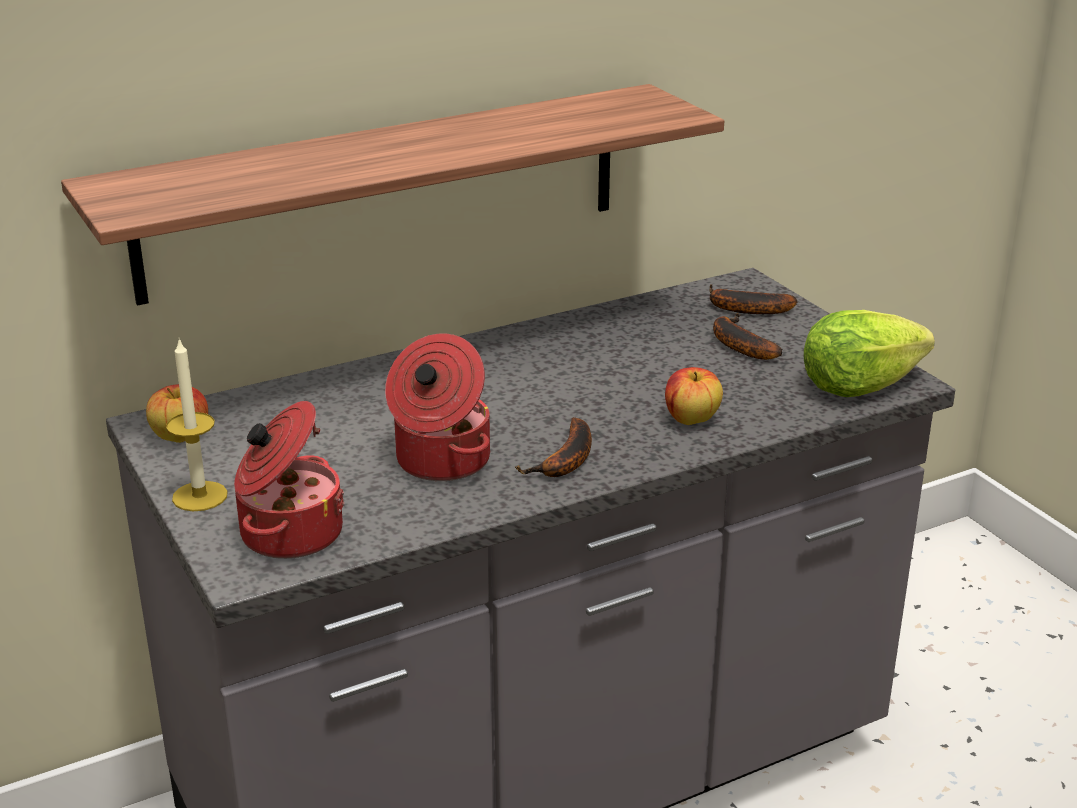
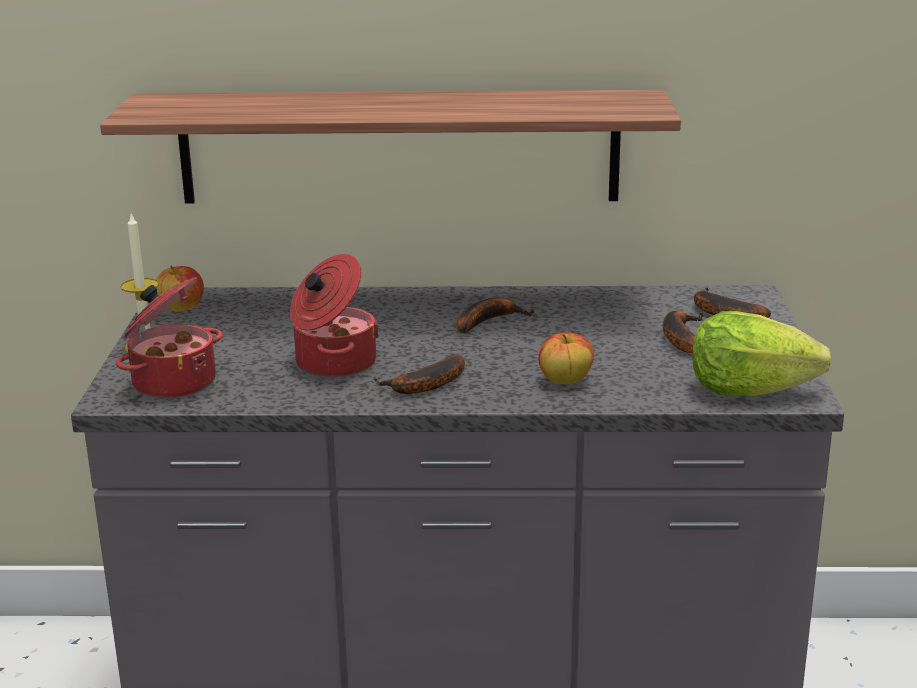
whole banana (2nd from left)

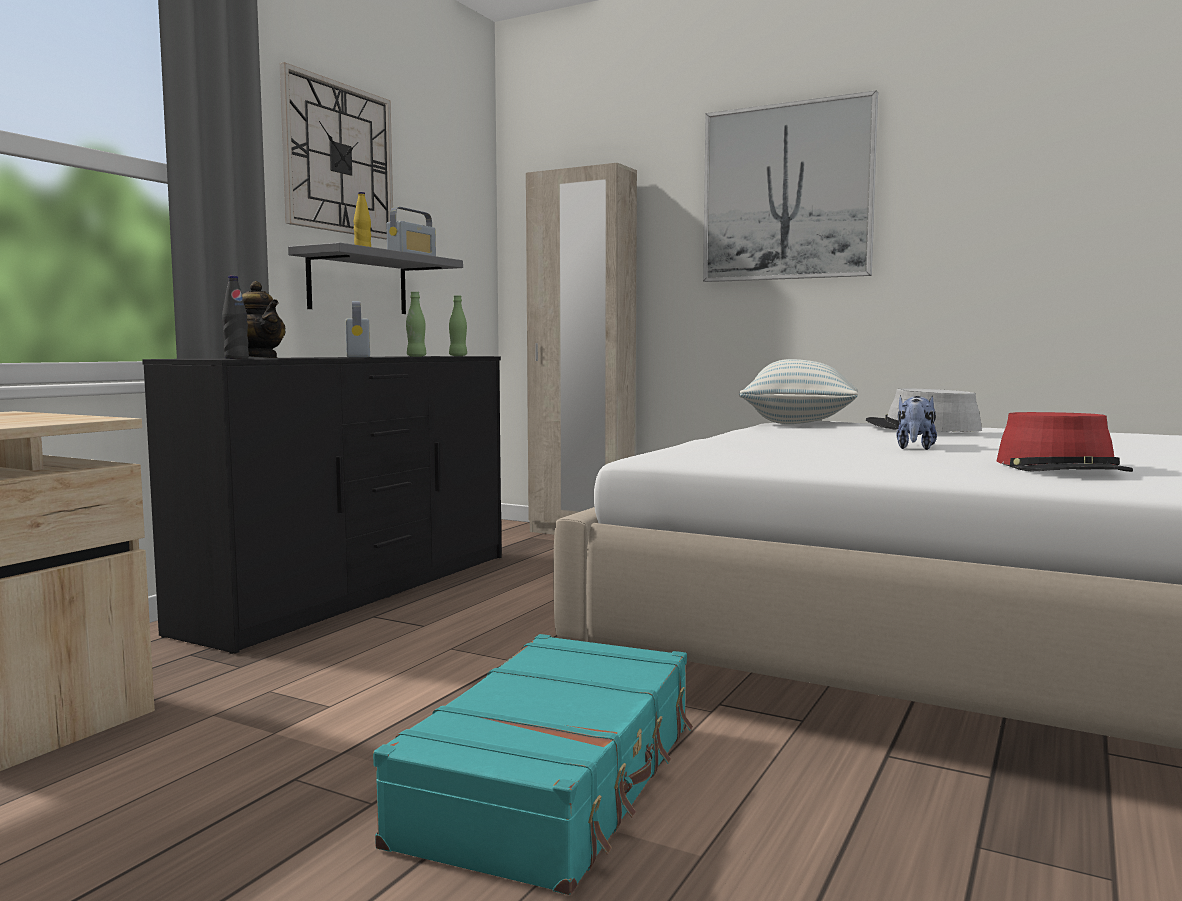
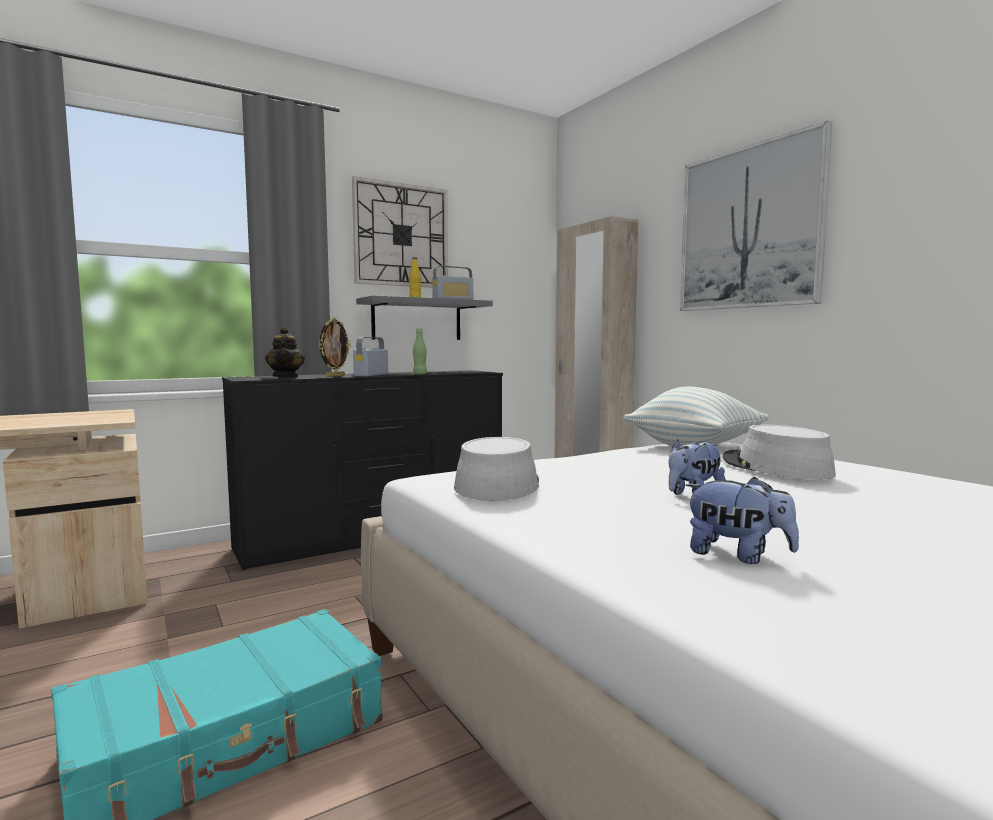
standing frame
gray hat (1st from left)
cuddly toy (2nd from left)
black drink bottle
green drink bottle (2nd from left in the first image)

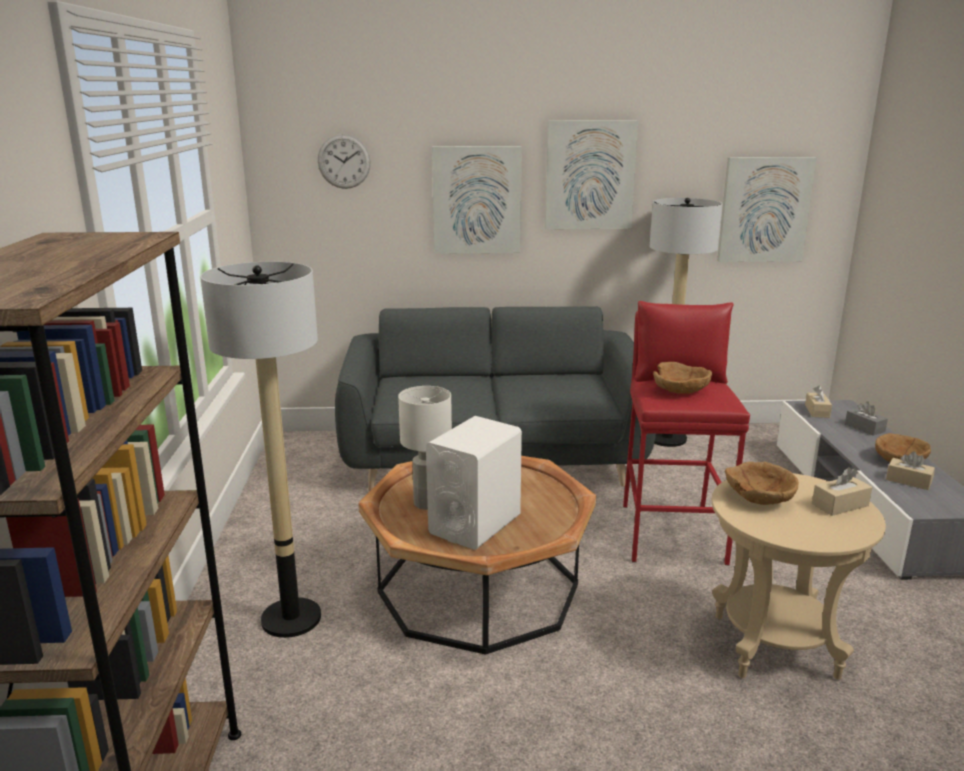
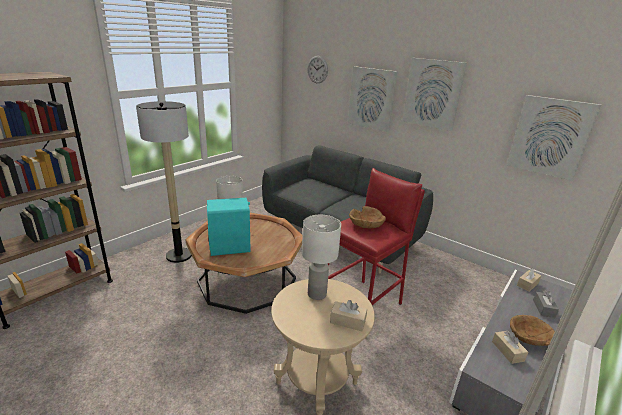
blue-green loudspeaker
whitish tabletop lamp (2nd from left)
standing lamp (2nd from left in the first image)

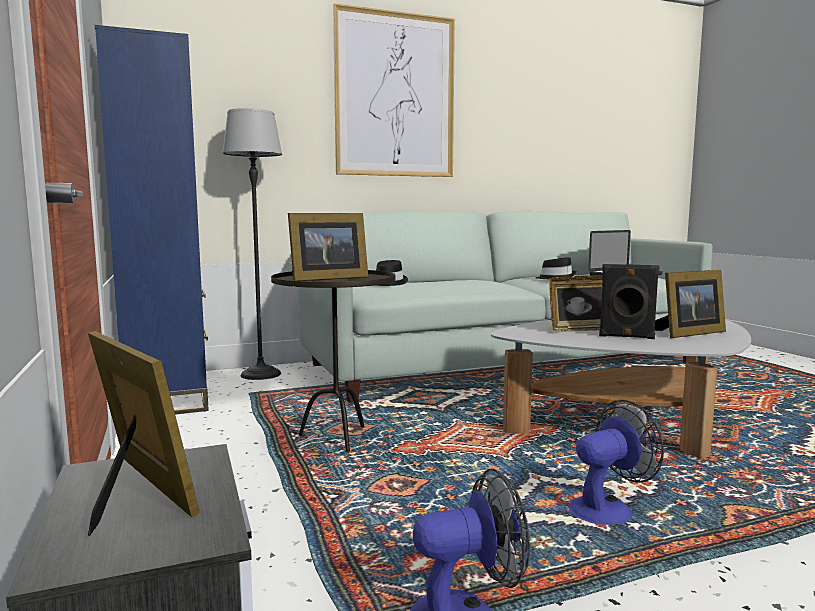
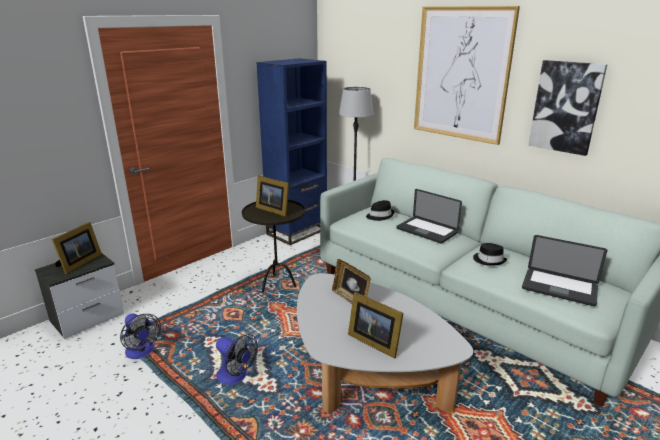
notebook computer (1st from left)
wall art (2nd from left)
black loudspeaker

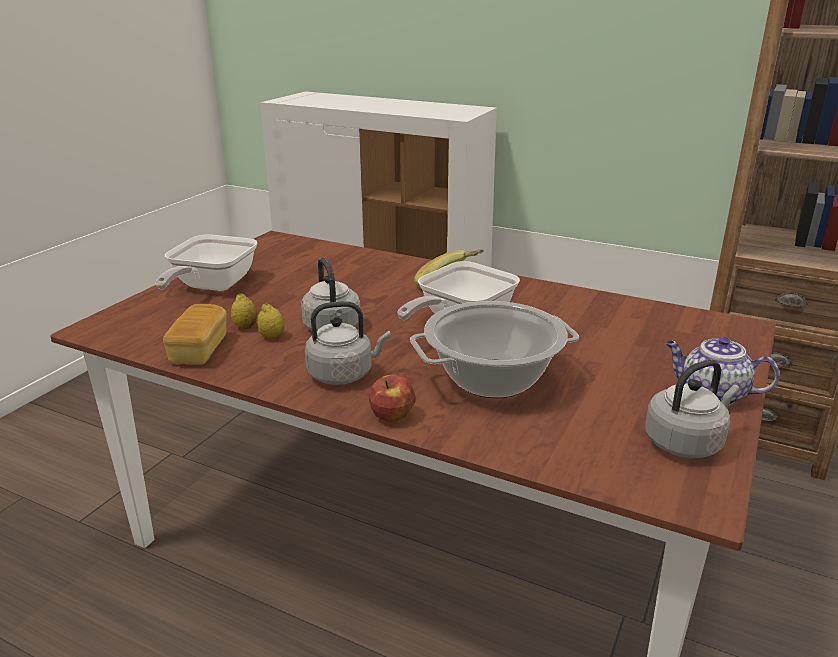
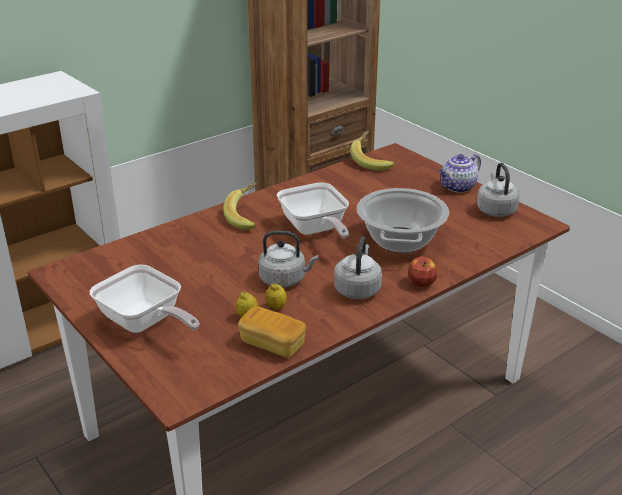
whole banana (2nd from left)

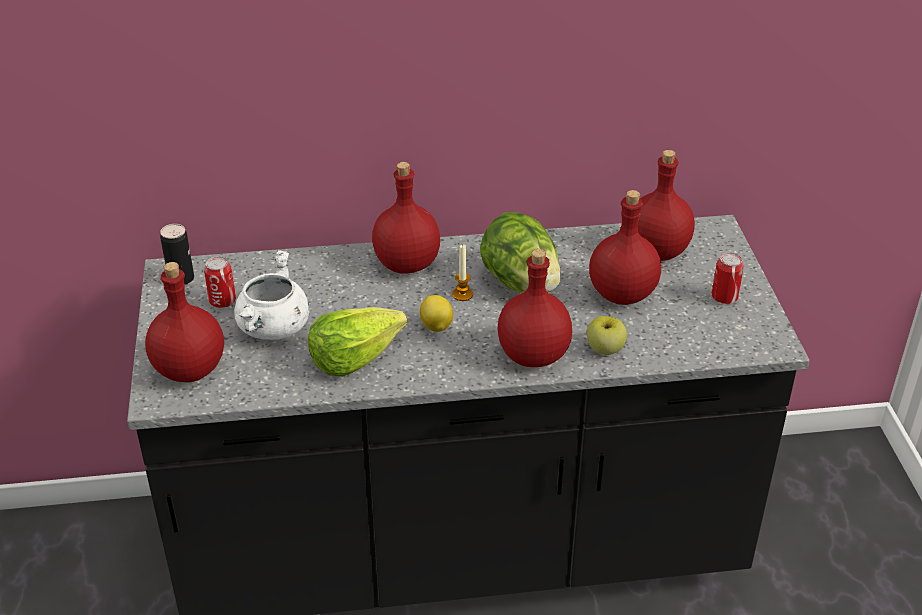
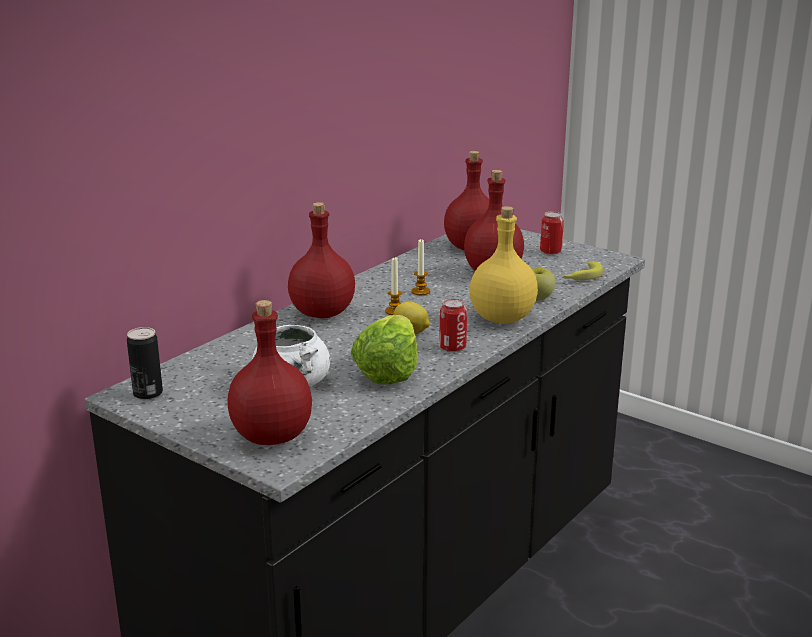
candle (2nd from left)
metal can (2nd from left)
yellow drink bottle
whole banana

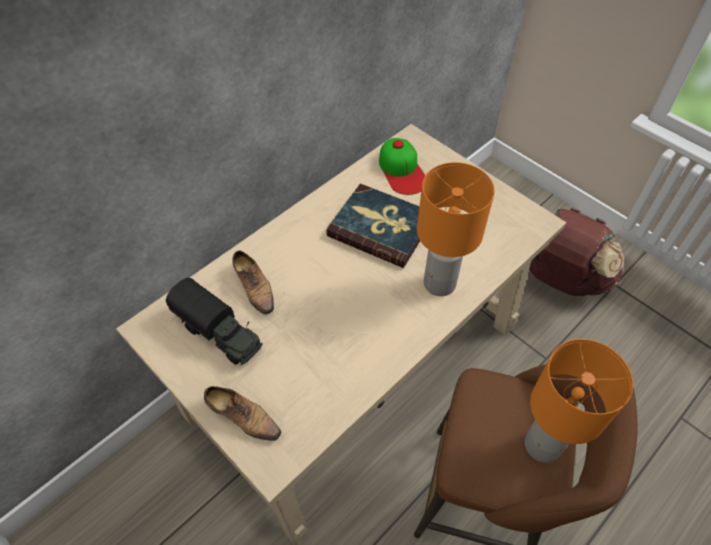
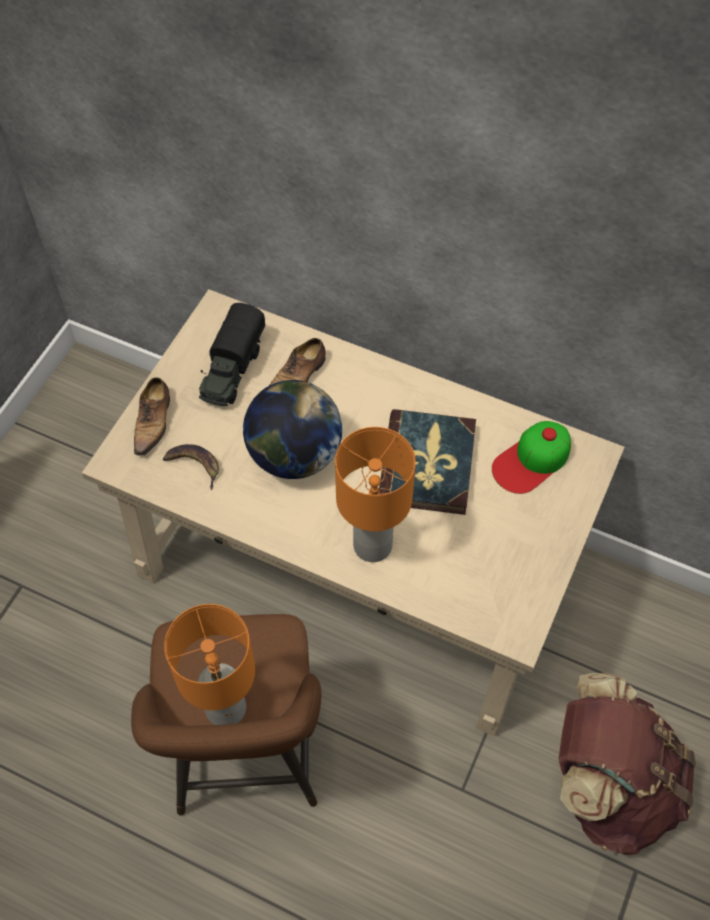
whole banana
world globe

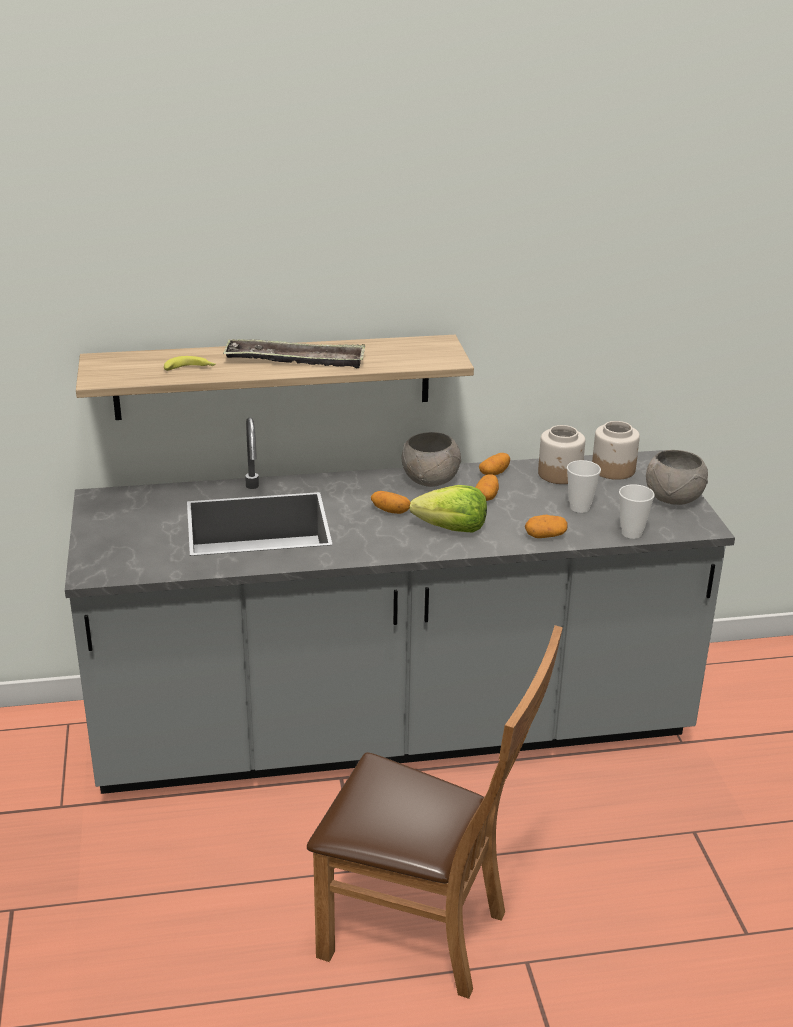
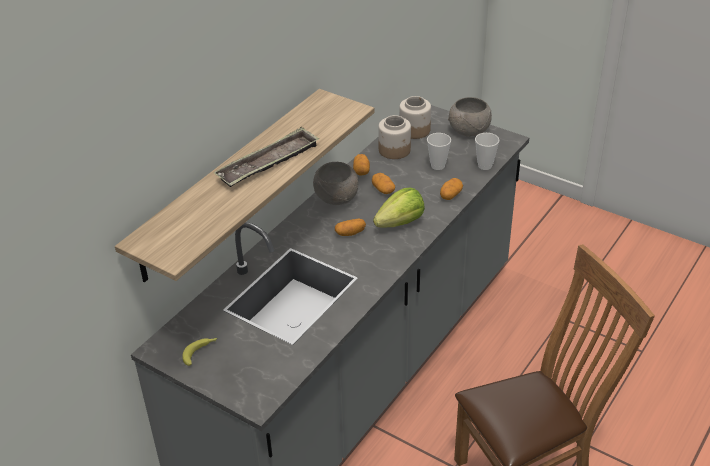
whole banana

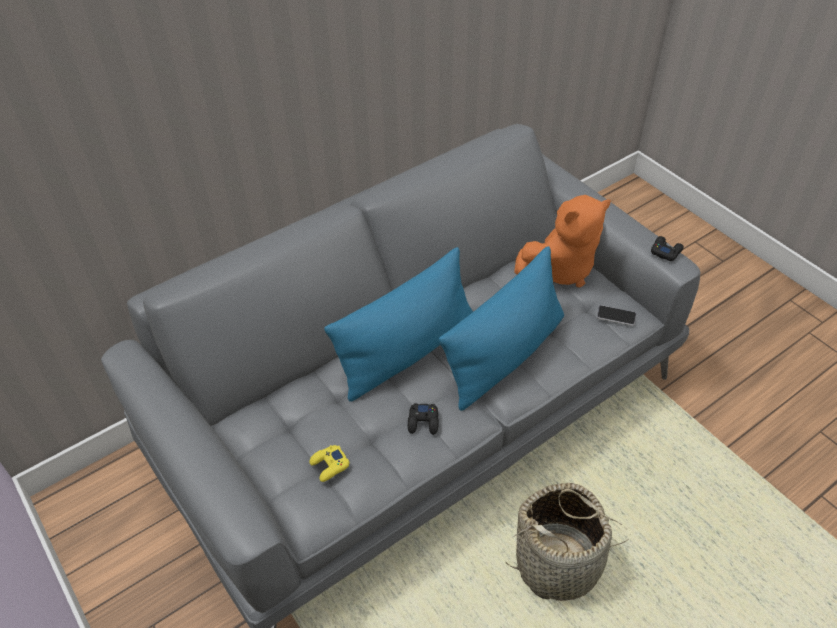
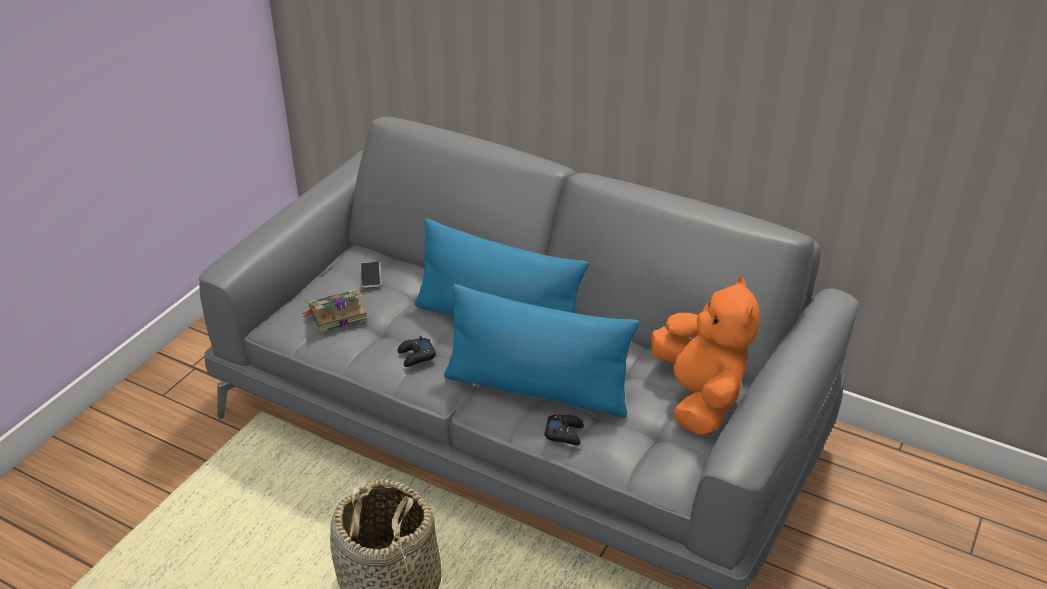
volume
handset
black joypad (2nd from left)
orange-coloured cuddly toy

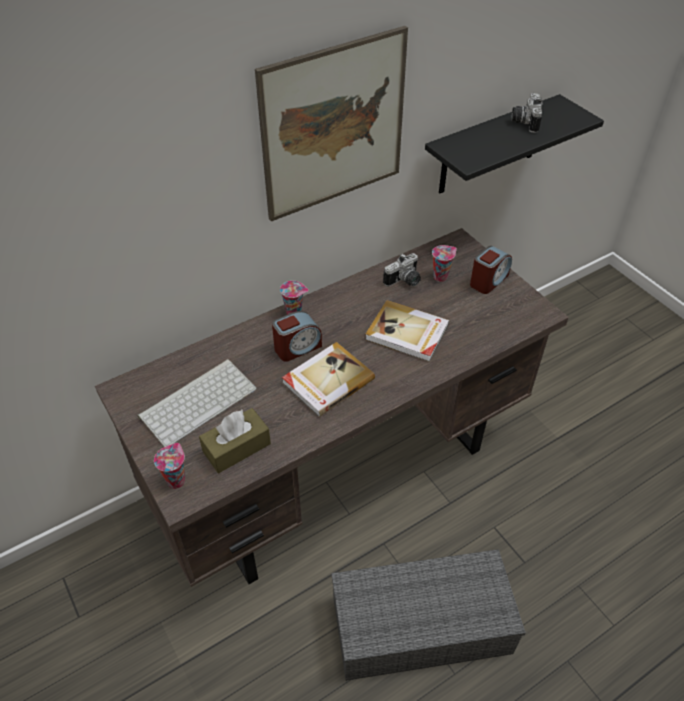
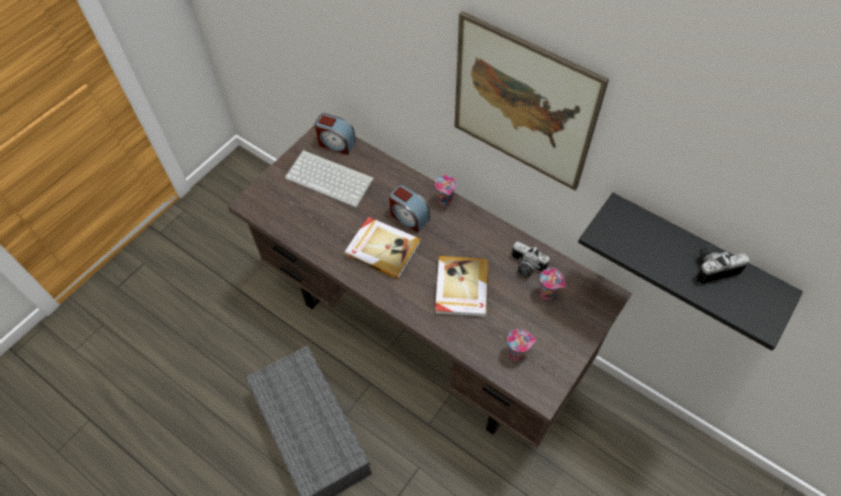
table clock (1st from left)
cup (2nd from left)
brown-coloured box of tissues

